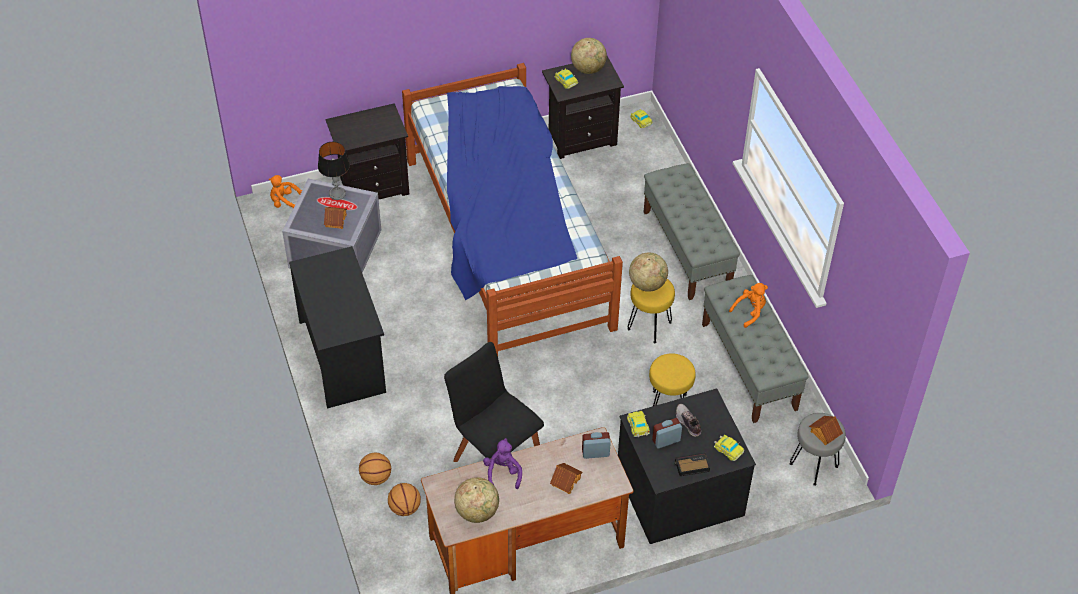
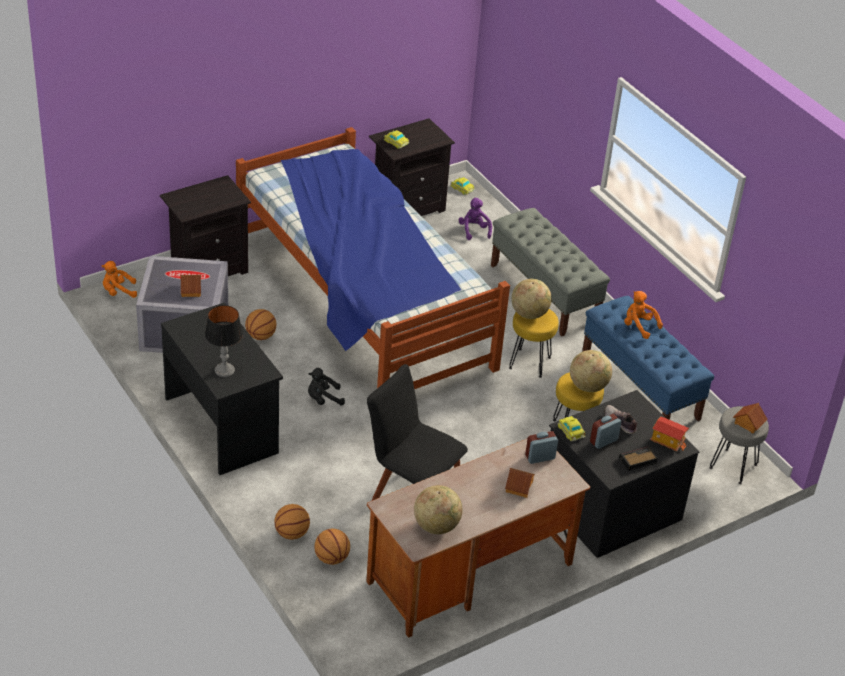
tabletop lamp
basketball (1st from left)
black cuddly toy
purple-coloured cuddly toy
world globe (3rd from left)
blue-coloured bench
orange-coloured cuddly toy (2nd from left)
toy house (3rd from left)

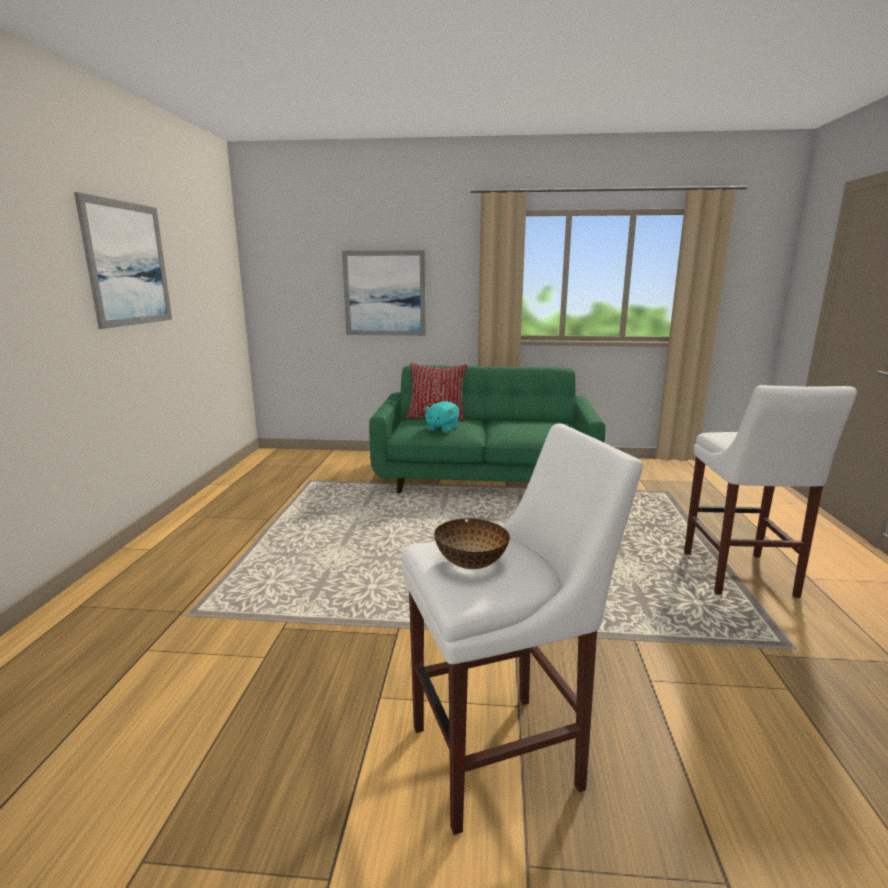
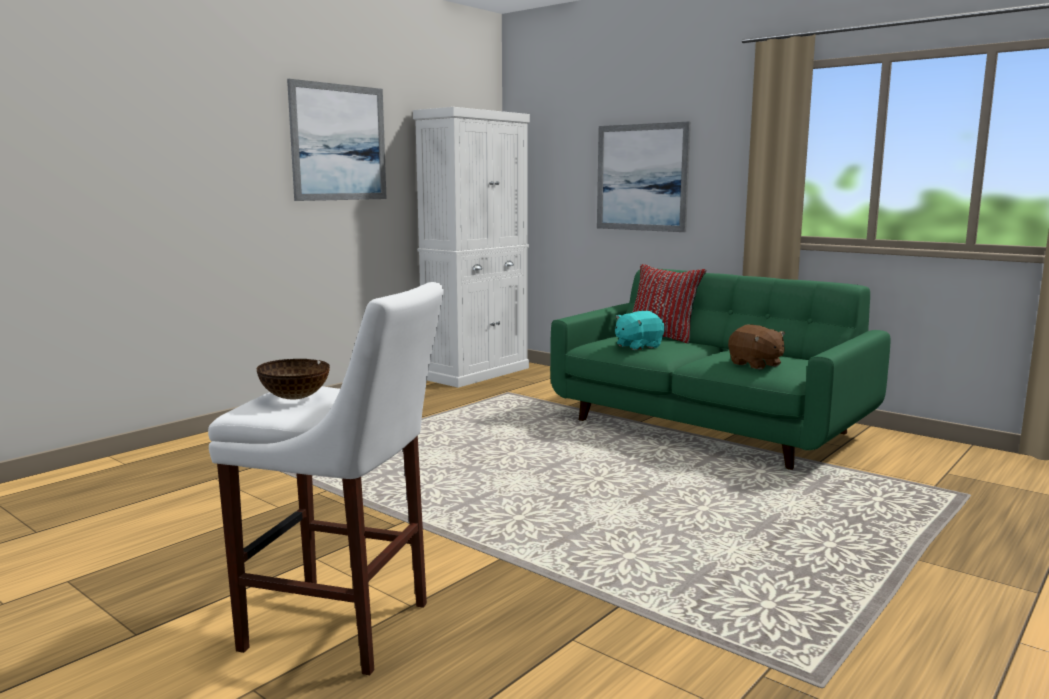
whitish storage cabinet
brown-coloured cuddly toy
whitish stool (2nd from left in the first image)

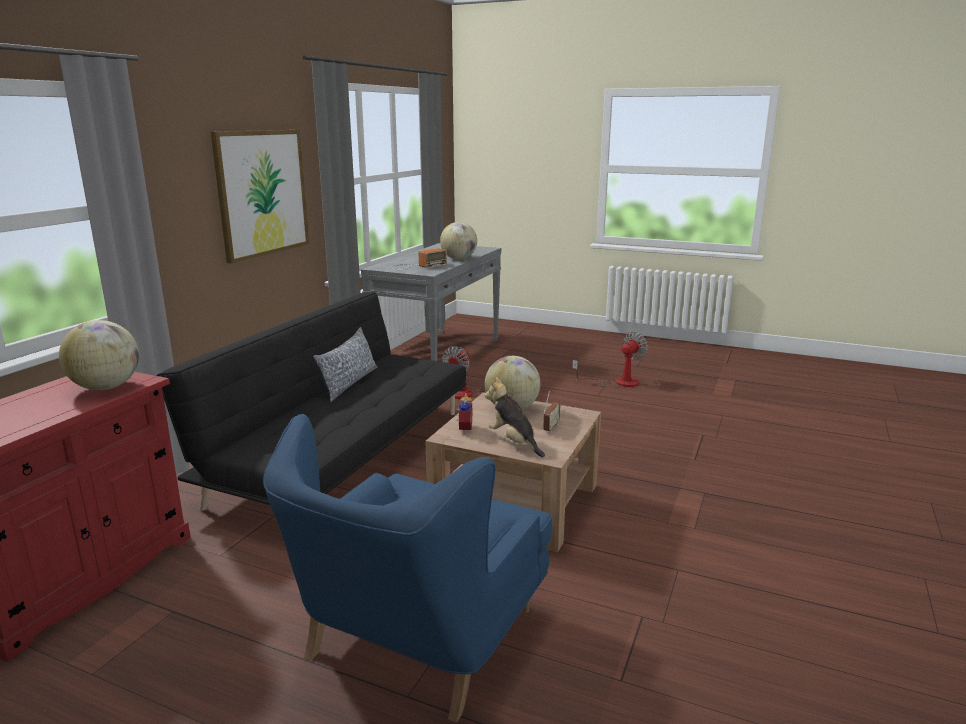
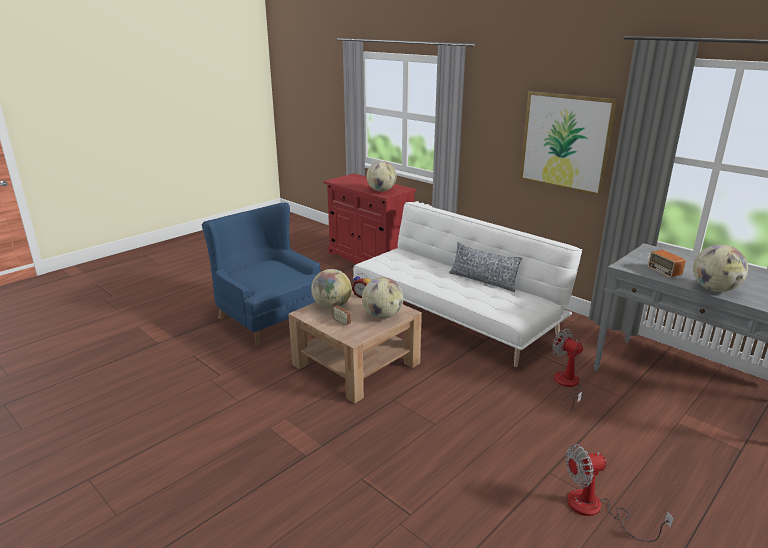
world globe (1st from left)
whitish sofa
electric fan (2nd from left)

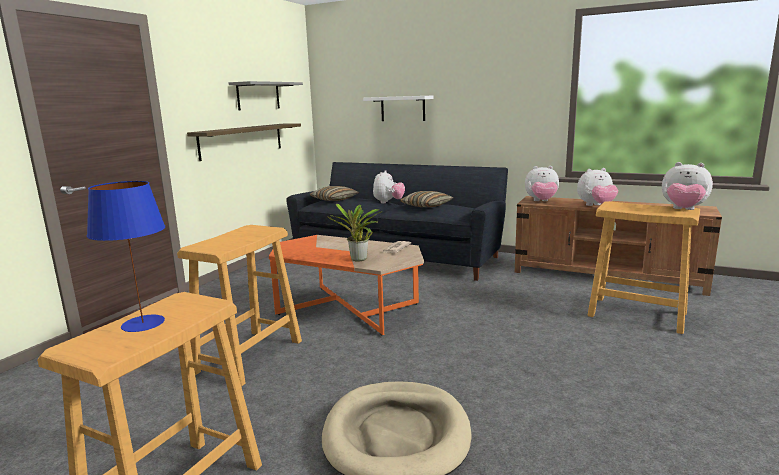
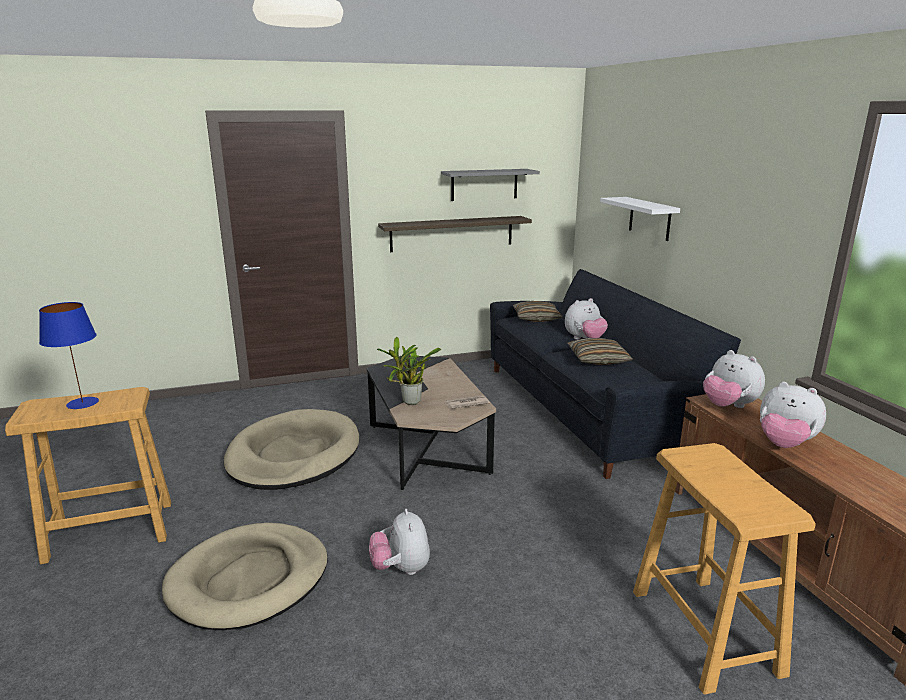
beige dog cushion (2nd from left)
black coffee table
cuddly toy (1st from left)

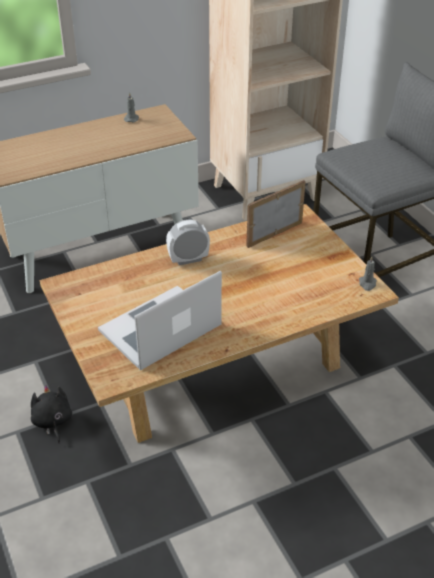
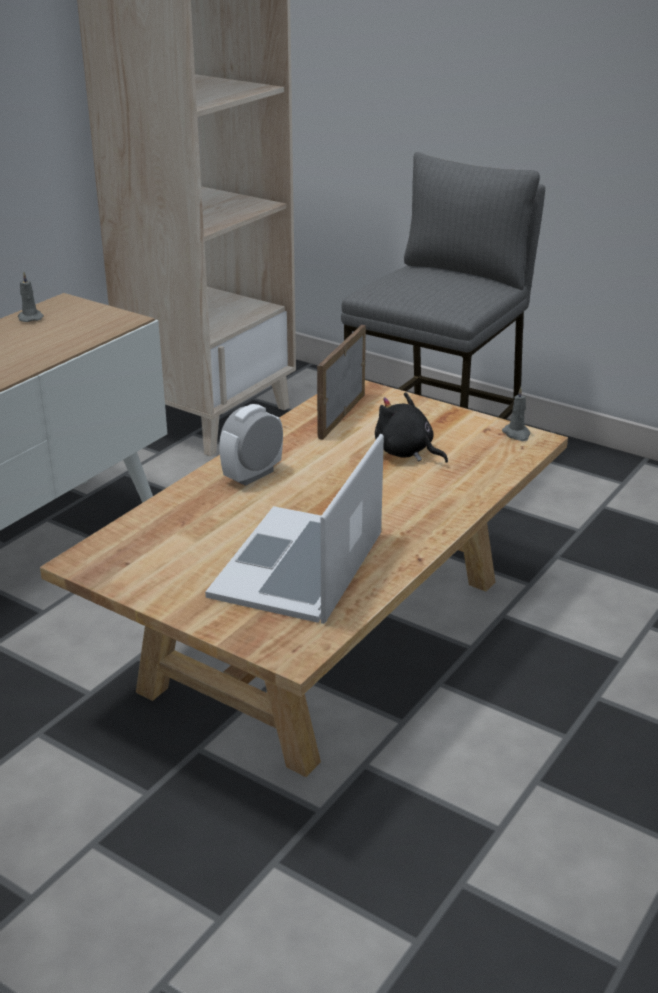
black cuddly toy

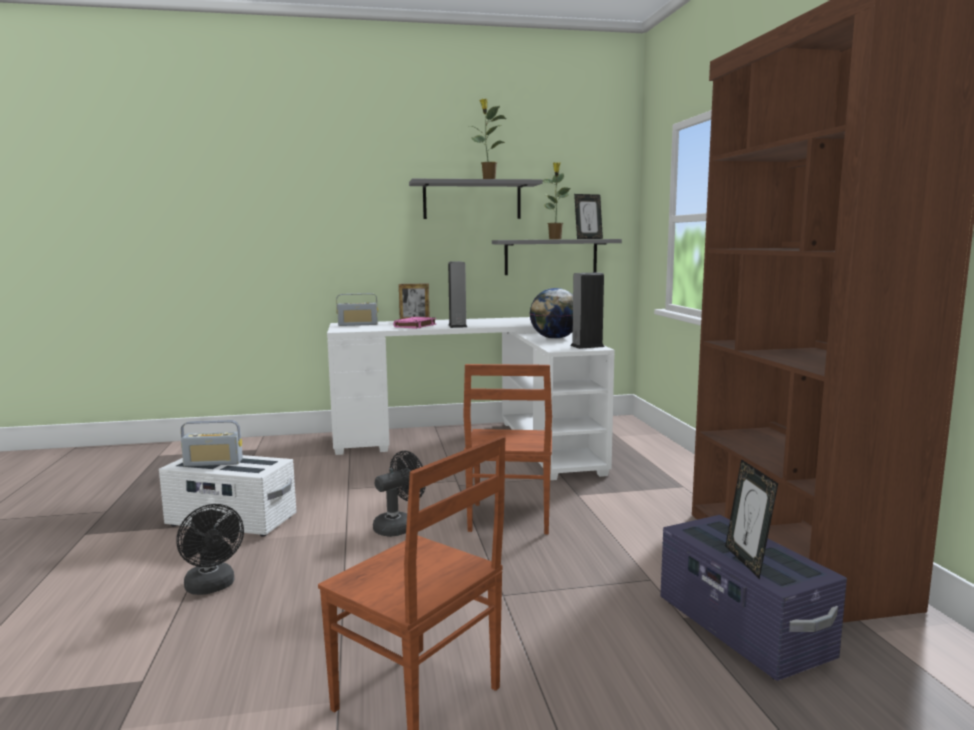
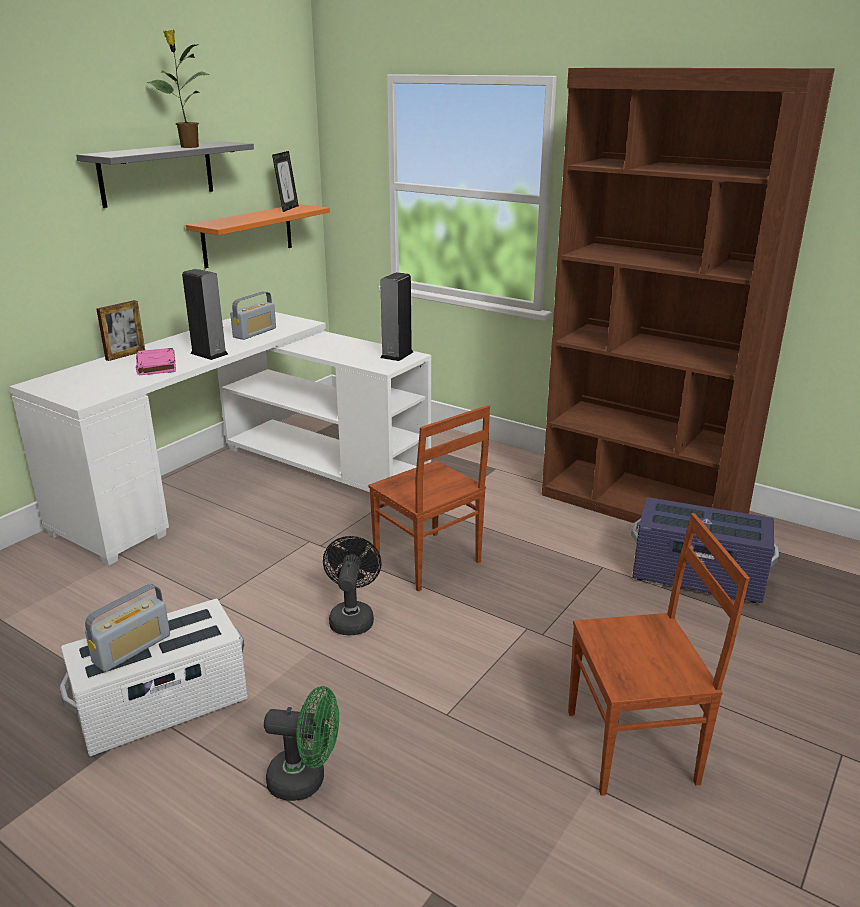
orange-coloured wall shelf
radio set (2nd from left)
green electric fan
world globe
potted plant (2nd from left in the first image)
standing frame (3rd from left in the first image)

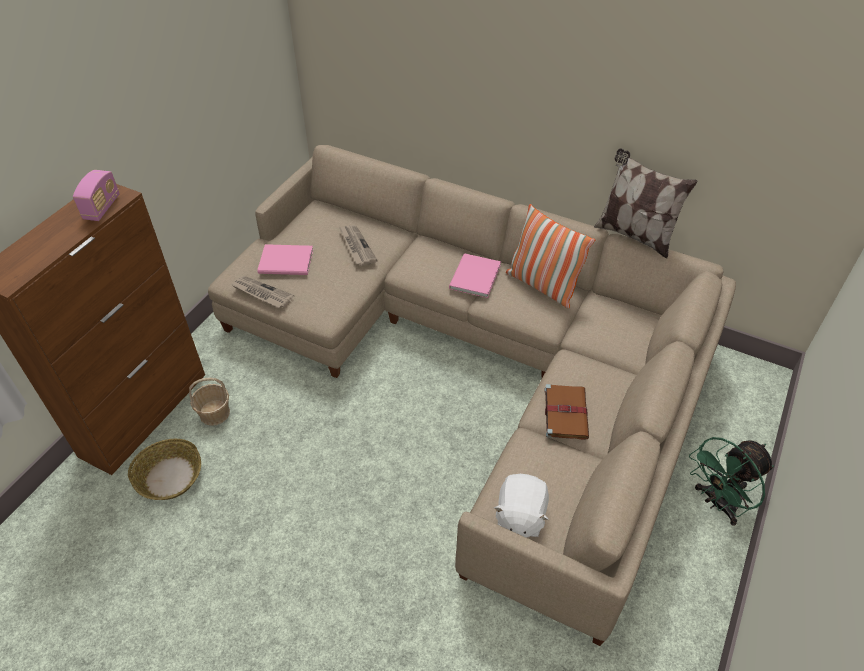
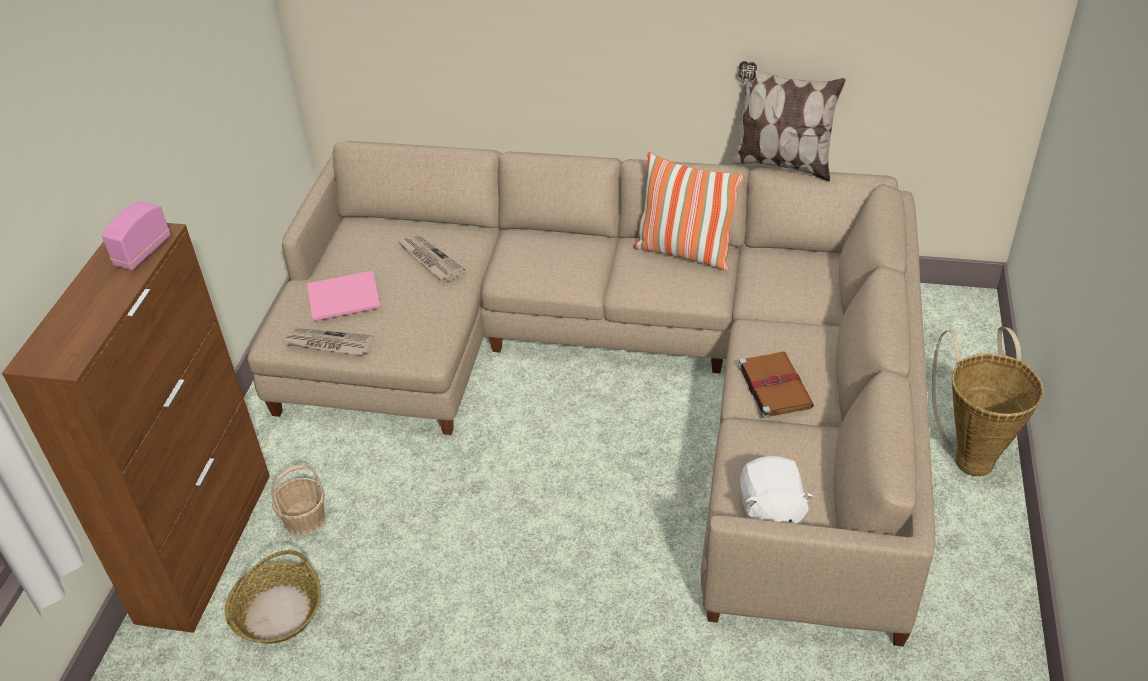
radio set
household basket (3rd from left)
pink-coloured volume (2nd from left in the first image)

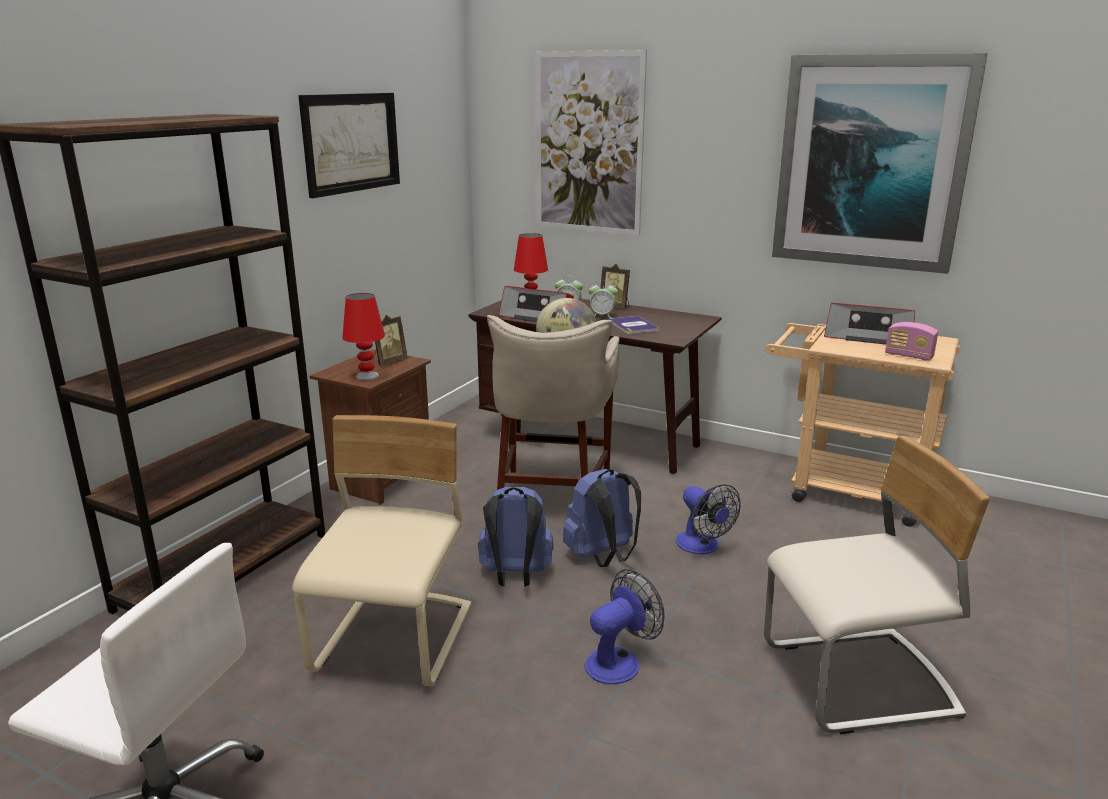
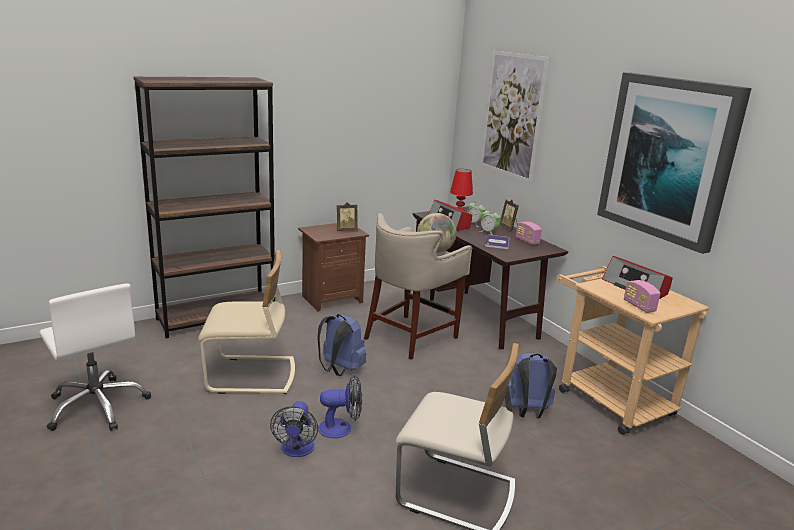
beige chair (1st from left)
electric fan (1st from left)
blue-coloured rucksack (2nd from left)
radio set (2nd from left)
wall art (1st from left in the first image)
reddish tabletop lamp (1st from left in the first image)

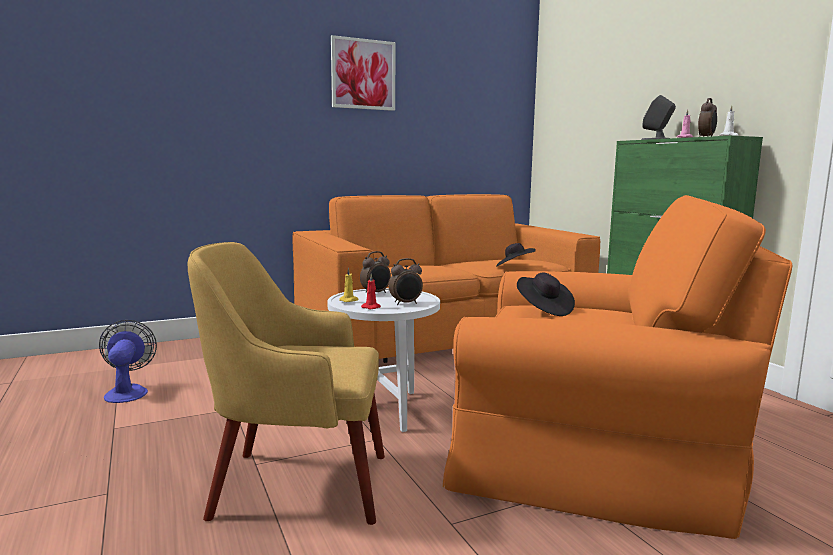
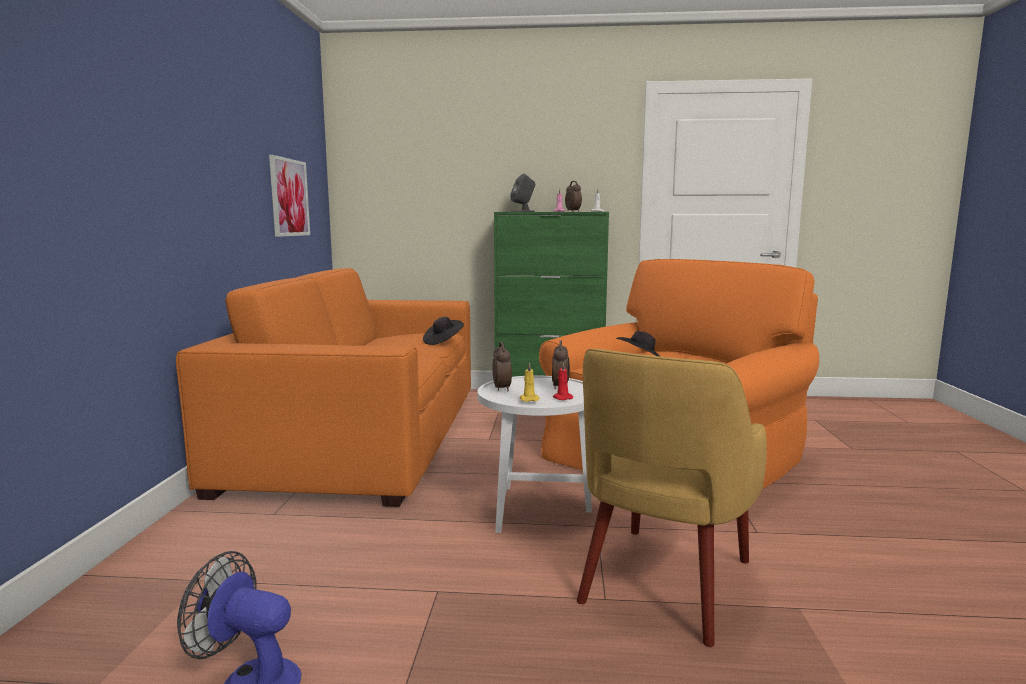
wall art

